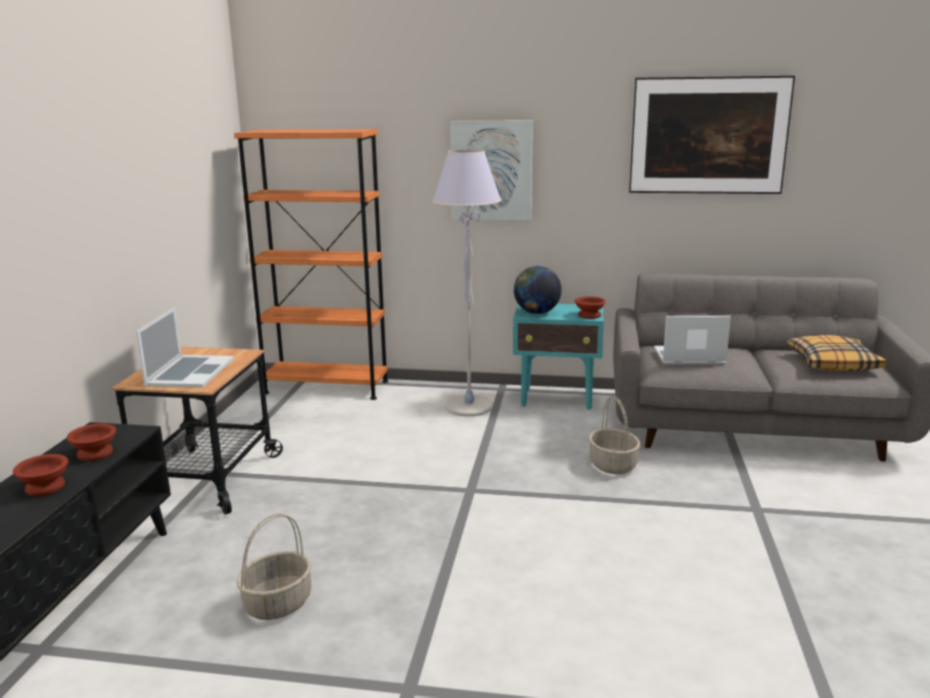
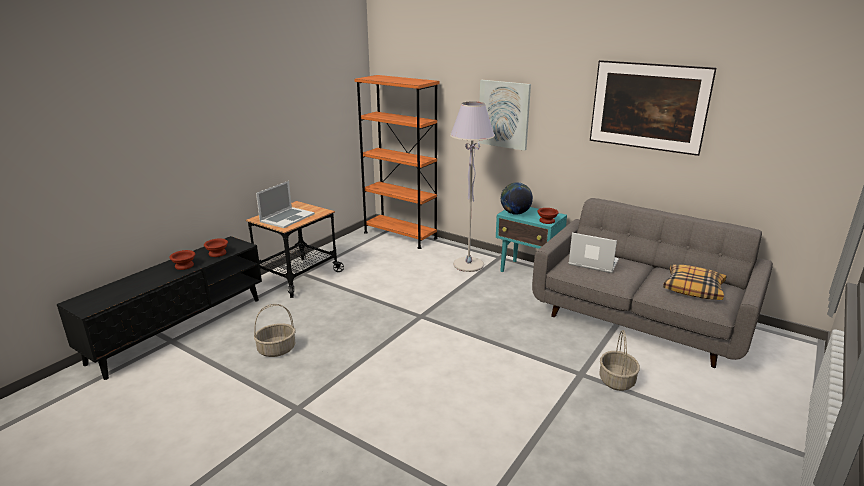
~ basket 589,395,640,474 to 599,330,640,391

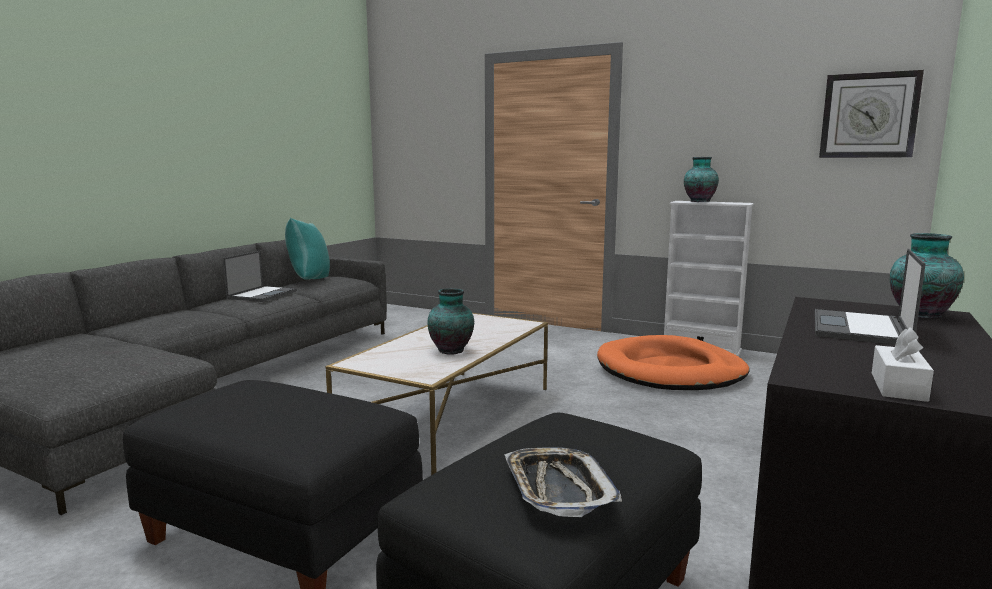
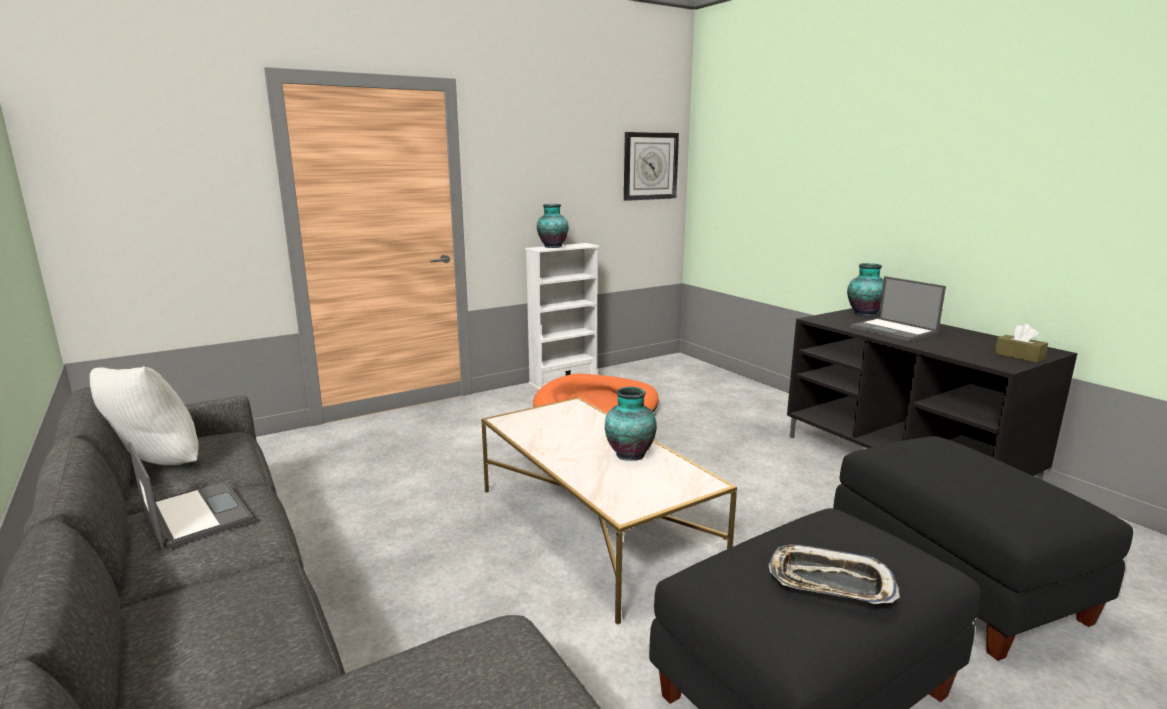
~ turquoise pillow 285,218,330,280 to white pillow 90,366,199,465
~ tray 505,447,622,517 to 768,544,900,604
~ white tissue box 872,327,934,402 to brown tissue box 994,324,1048,363

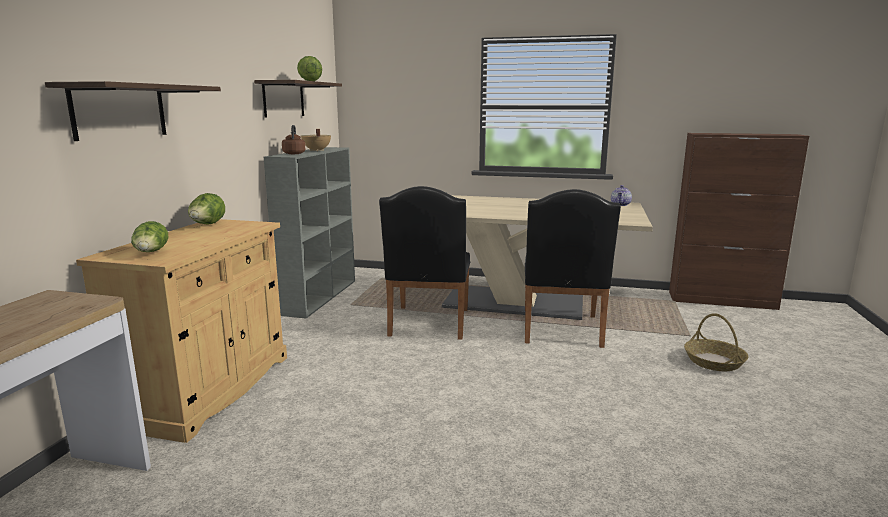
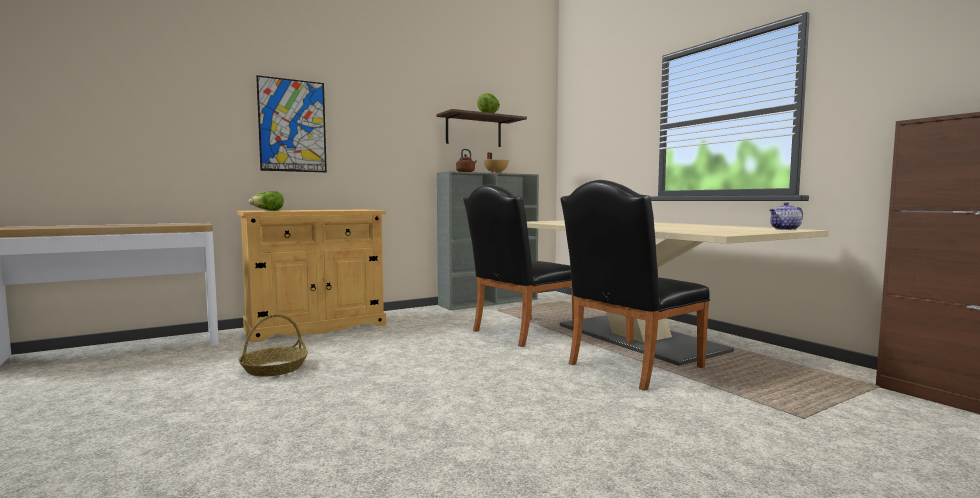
~ shelf 45,81,221,141 to picture 256,75,327,172
- lettuce 188,193,225,225
~ basket 684,313,748,371 to 238,314,308,377

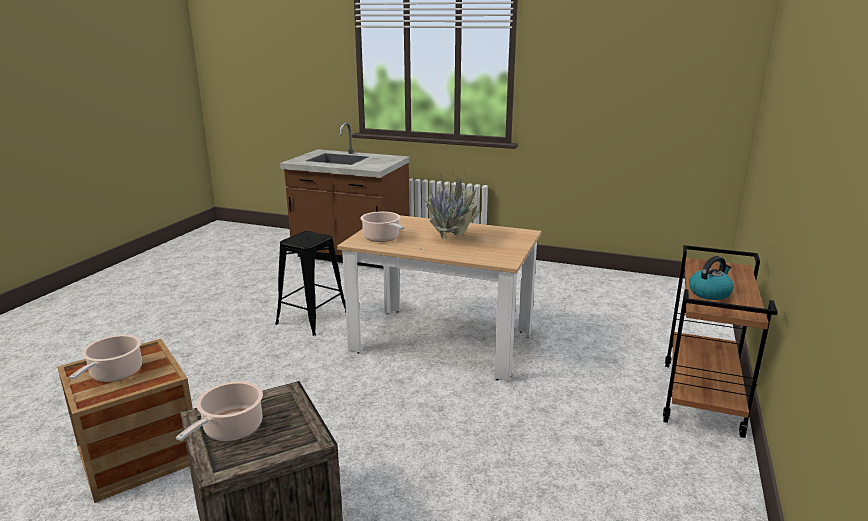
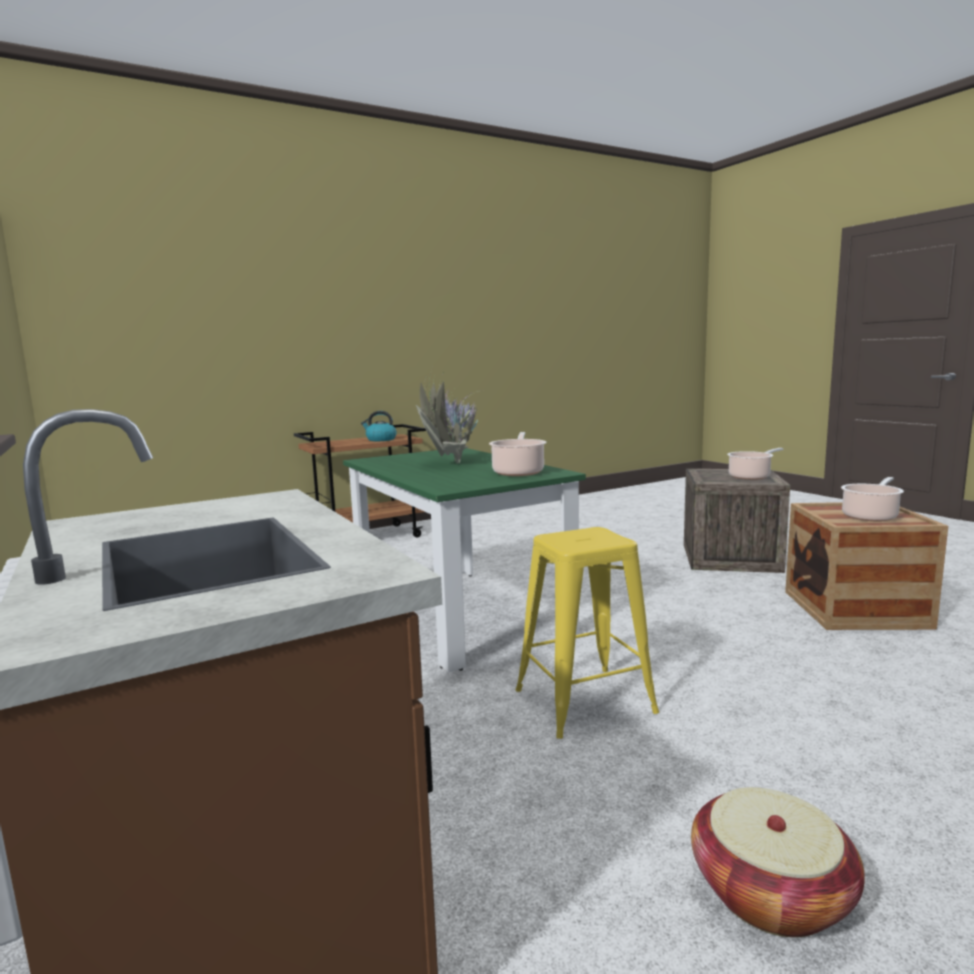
~ black stool 275,231,346,336 to yellow stool 515,527,659,739
~ beige dining table 337,215,542,381 to green dining table 343,448,586,672
+ basket 691,787,865,937

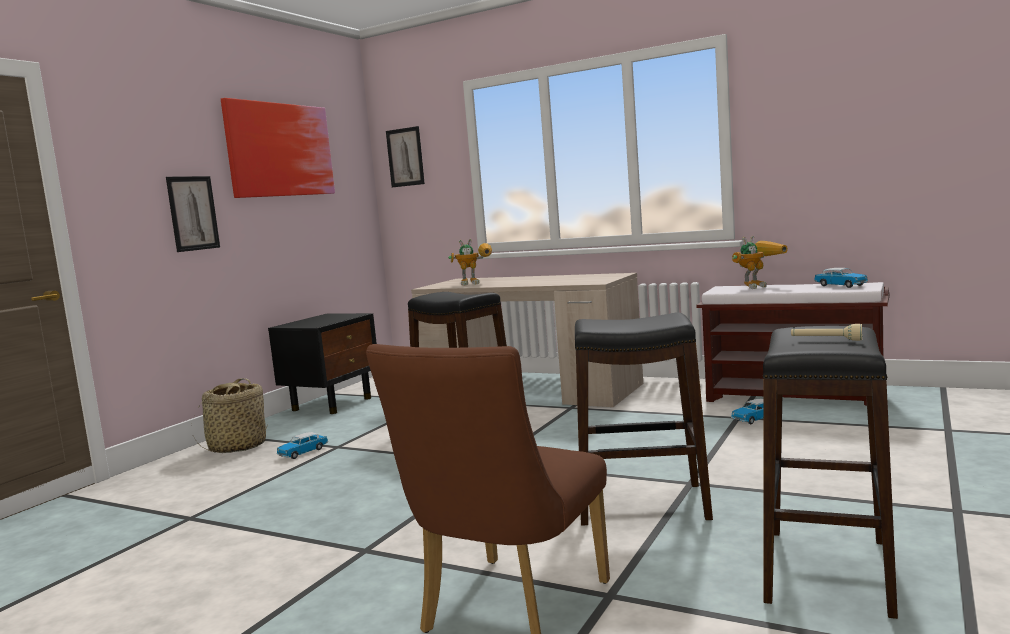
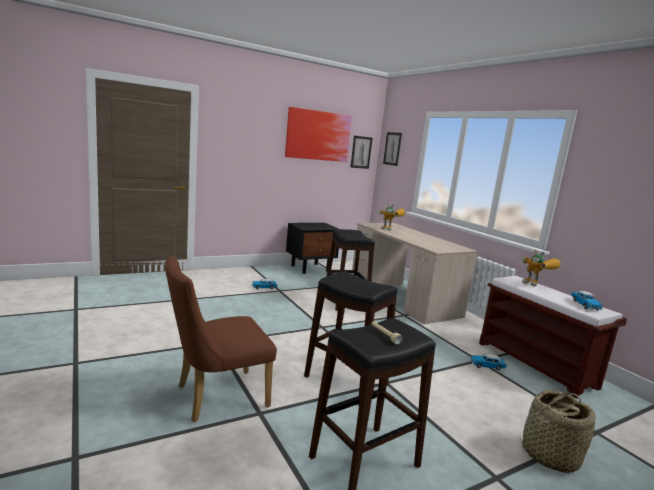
~ picture 166,176,220,252 to 351,136,373,169
~ basket 193,378,268,453 to 521,390,596,473
~ toy robot 732,236,788,289 = 522,250,561,286 45 degrees clockwise

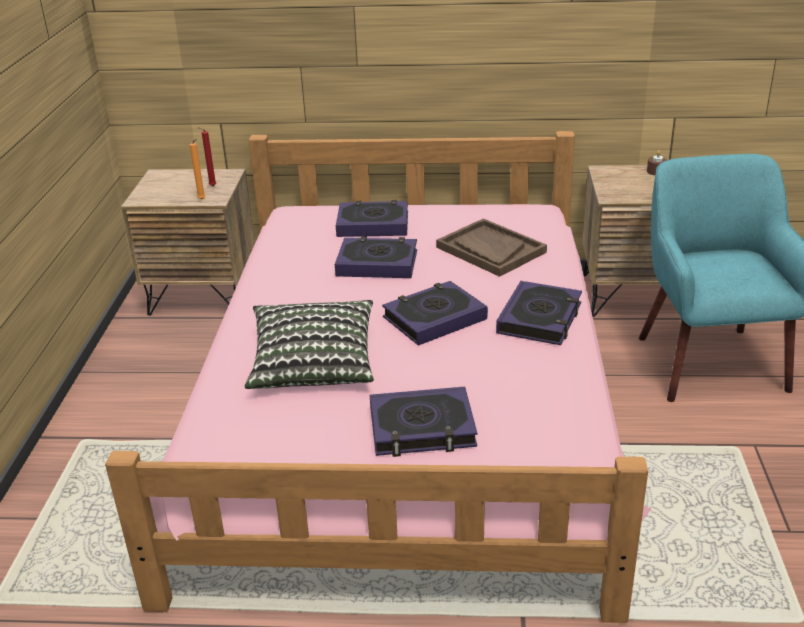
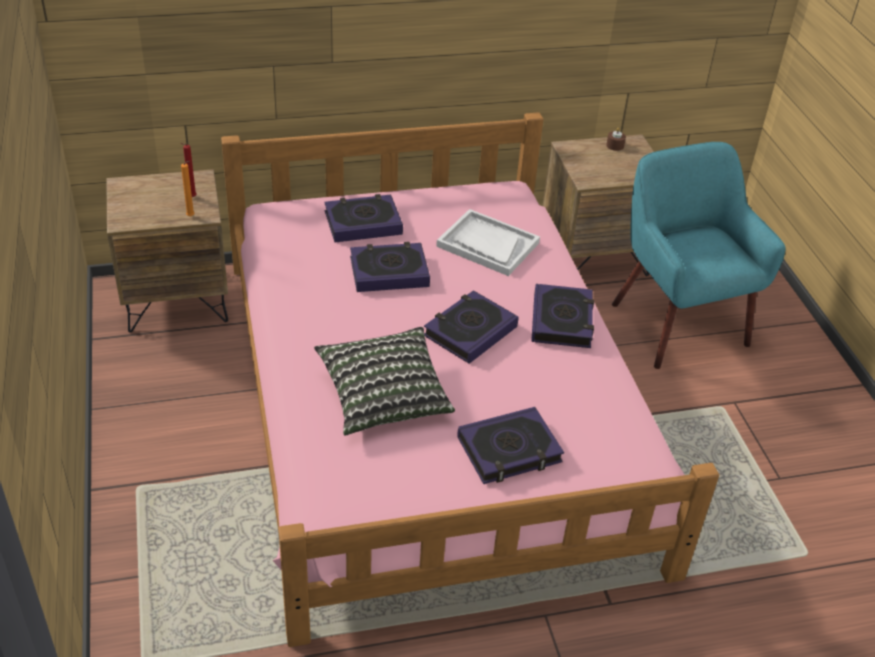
~ brown tray 436,219,547,277 to white tray 436,209,540,276

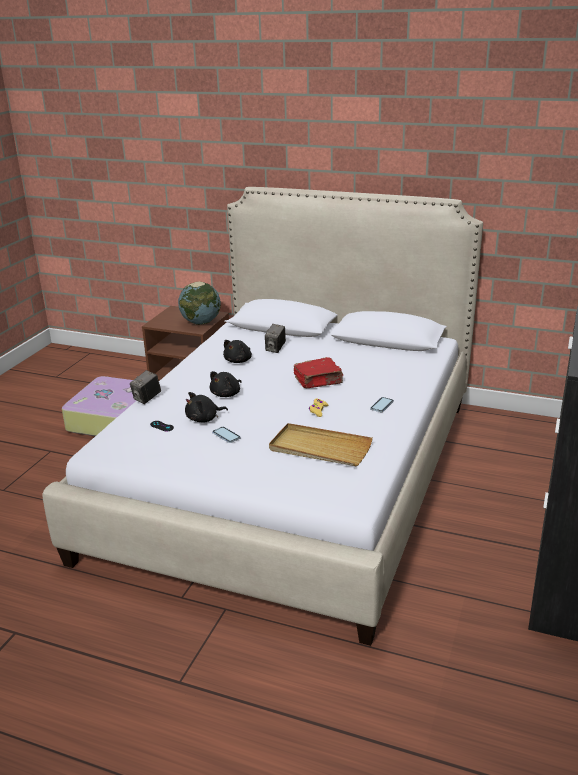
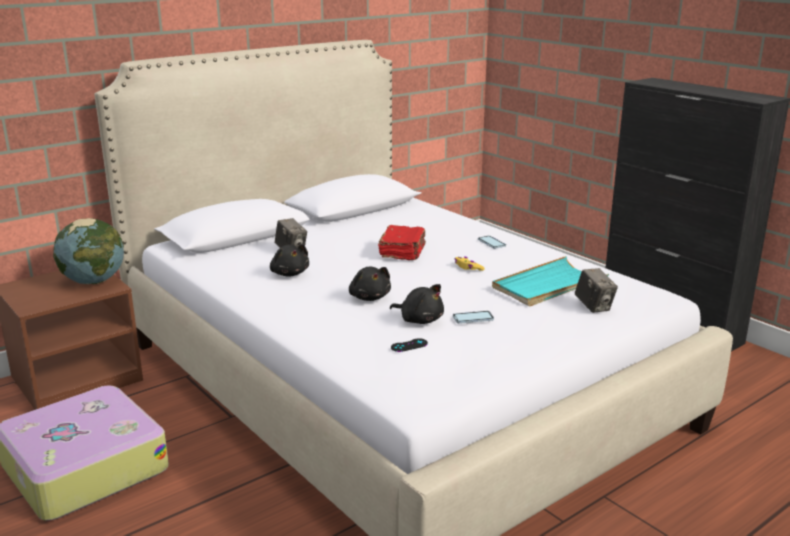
~ photo camera 130,370,161,404 to 574,268,618,313
~ black plush toy 185,392,228,422 = 390,284,444,324 60 degrees counterclockwise
~ beige tray 269,423,373,466 to turquoise tray 492,256,609,306

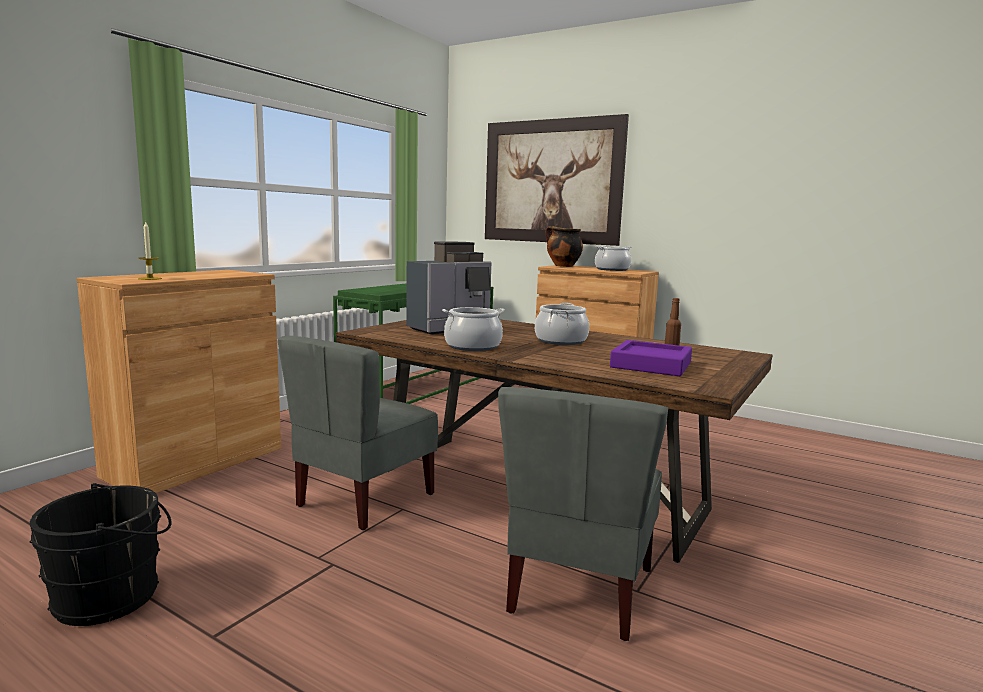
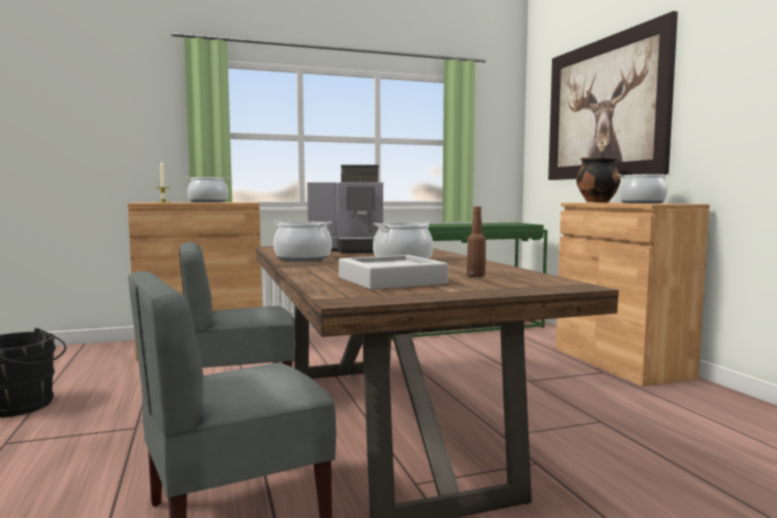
~ purple tray 610,340,692,376 to grey tray 339,255,448,290
+ cooking pot 185,177,230,202

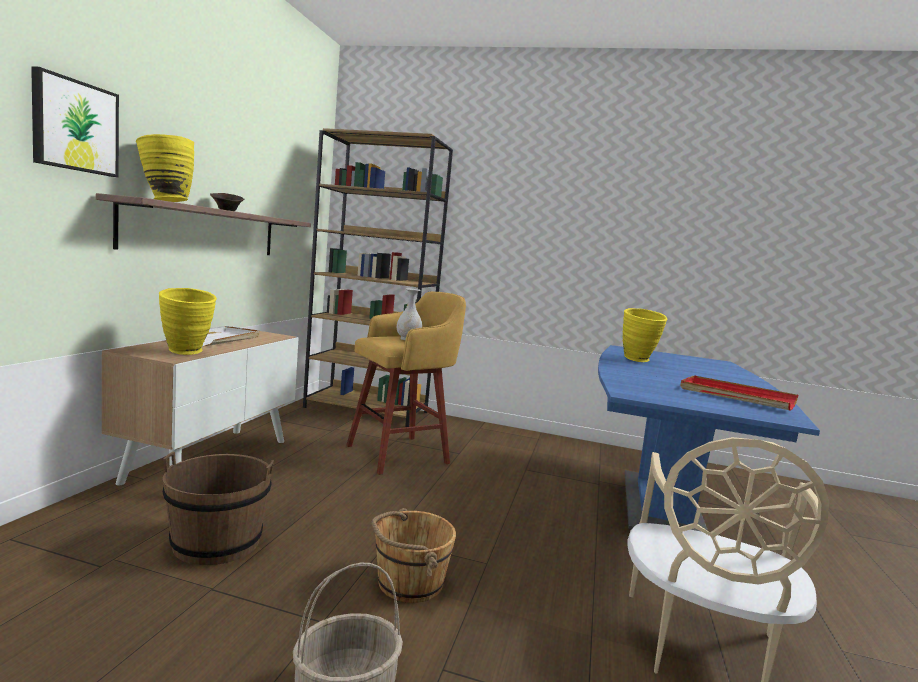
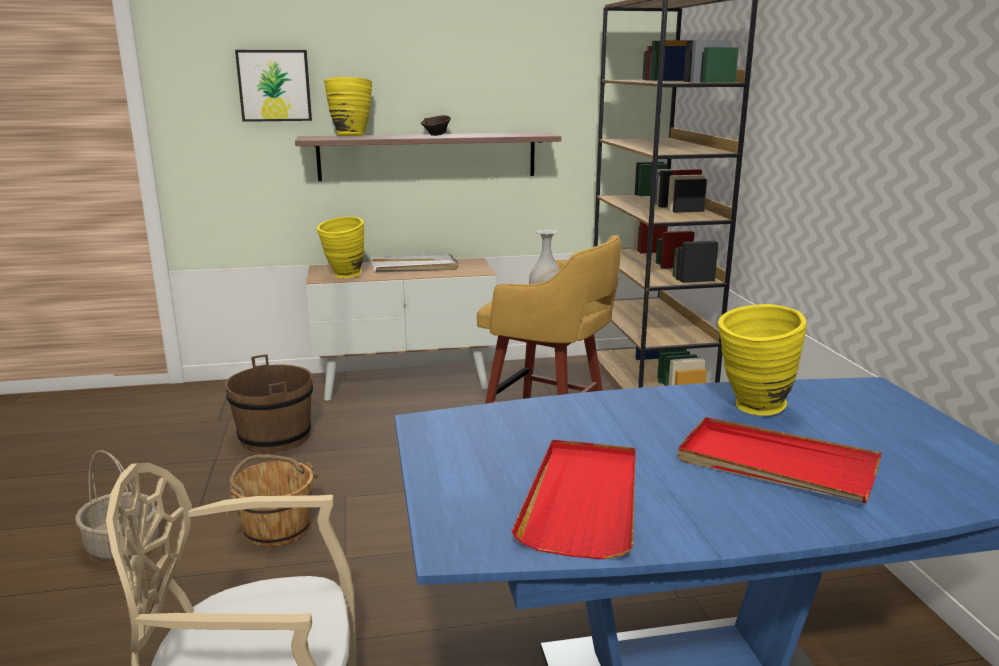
+ red tray 678,417,882,503

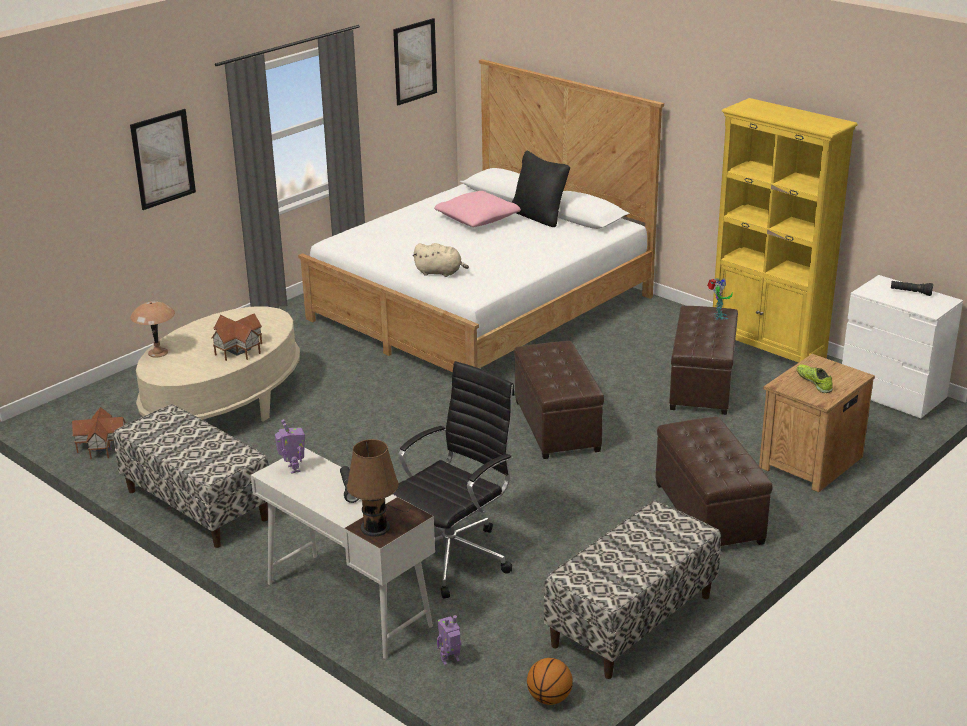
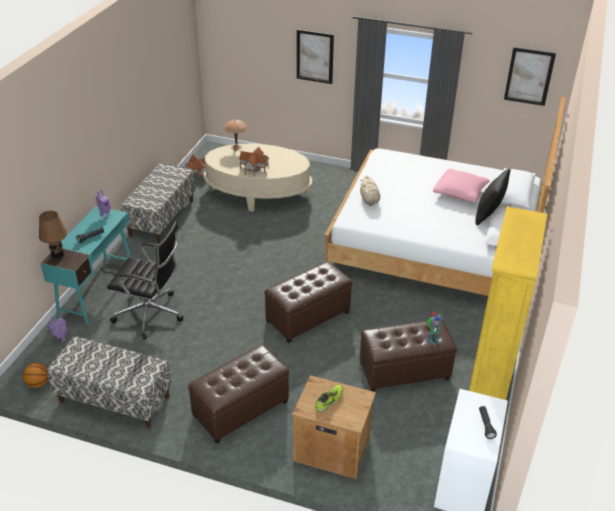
~ white desk 251,447,435,659 to turquoise desk 40,206,131,325

